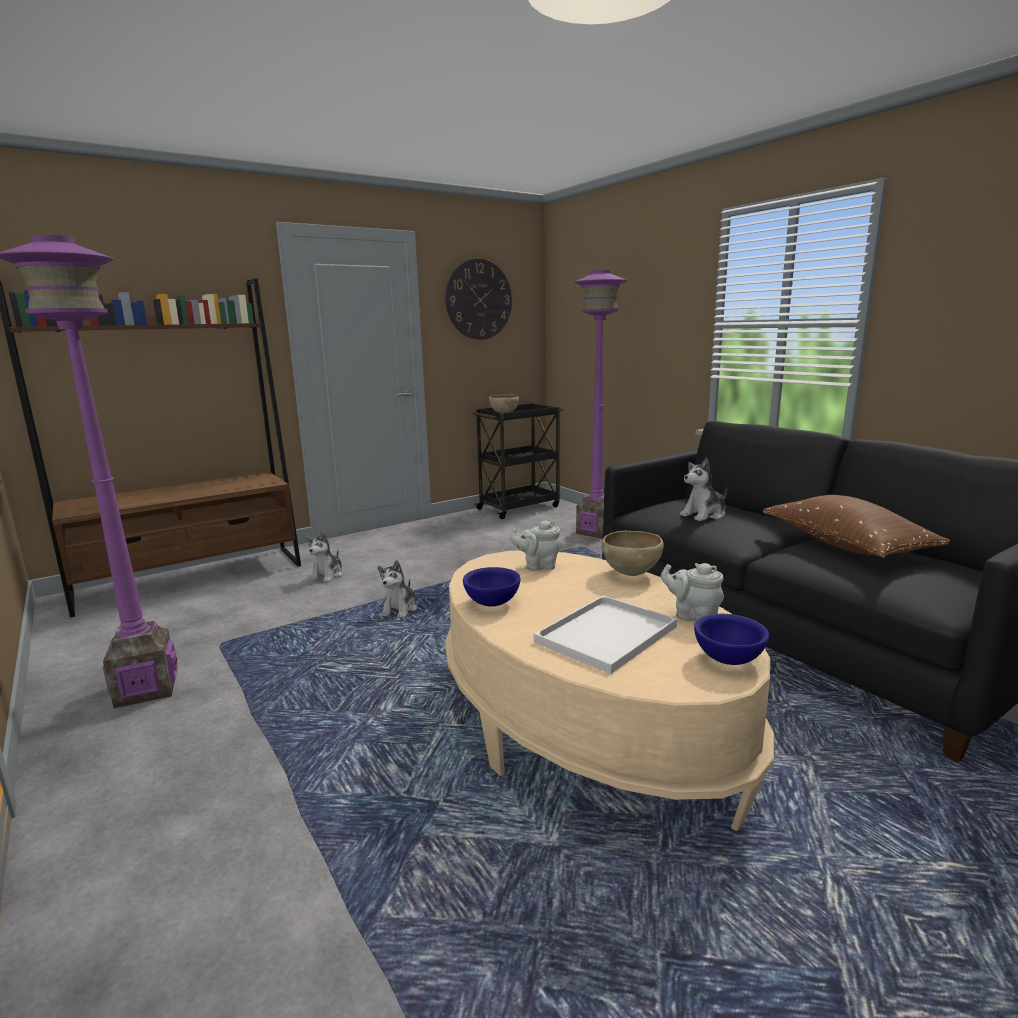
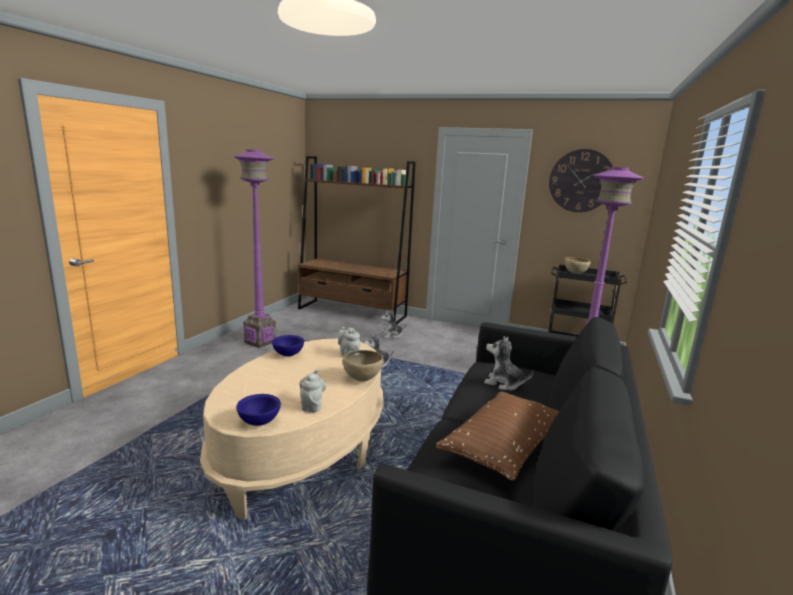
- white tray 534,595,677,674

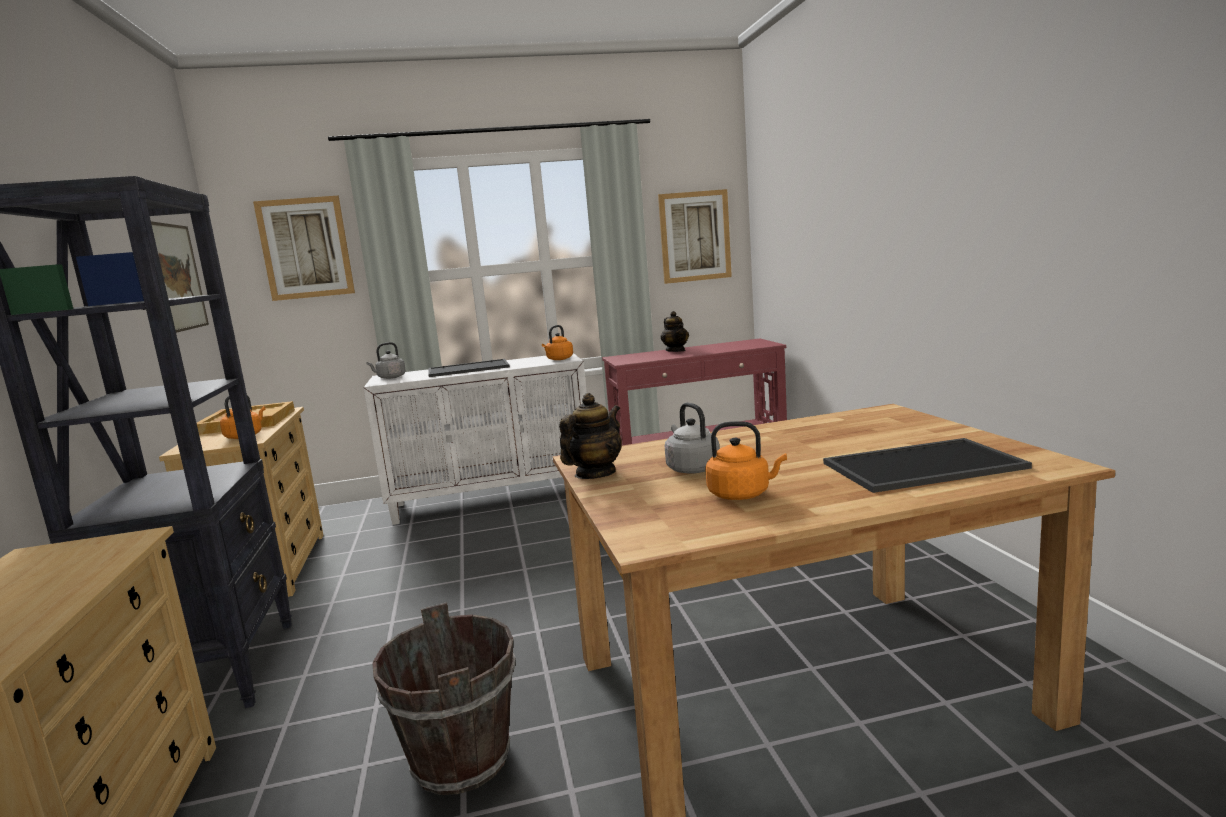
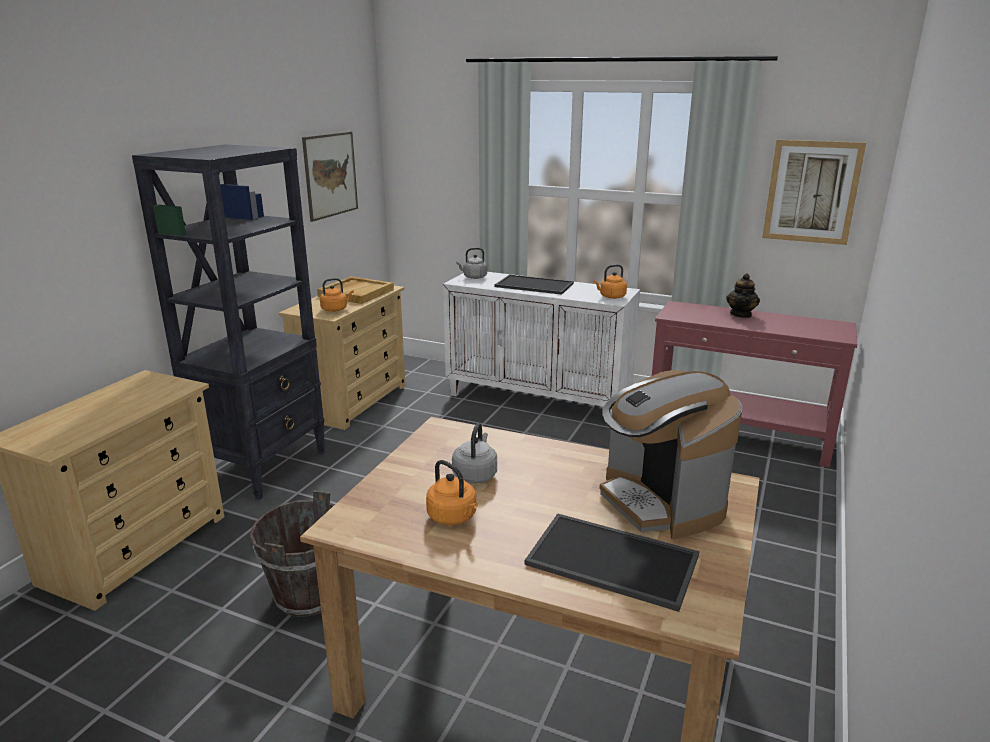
- picture 253,196,355,301
- teapot 559,393,622,479
+ coffee machine 599,370,742,539

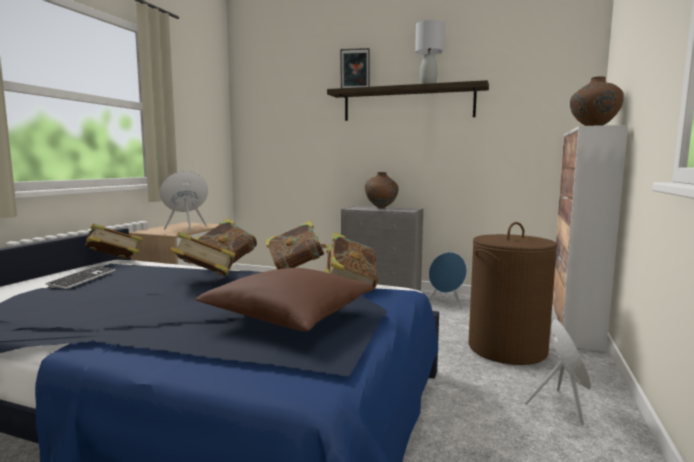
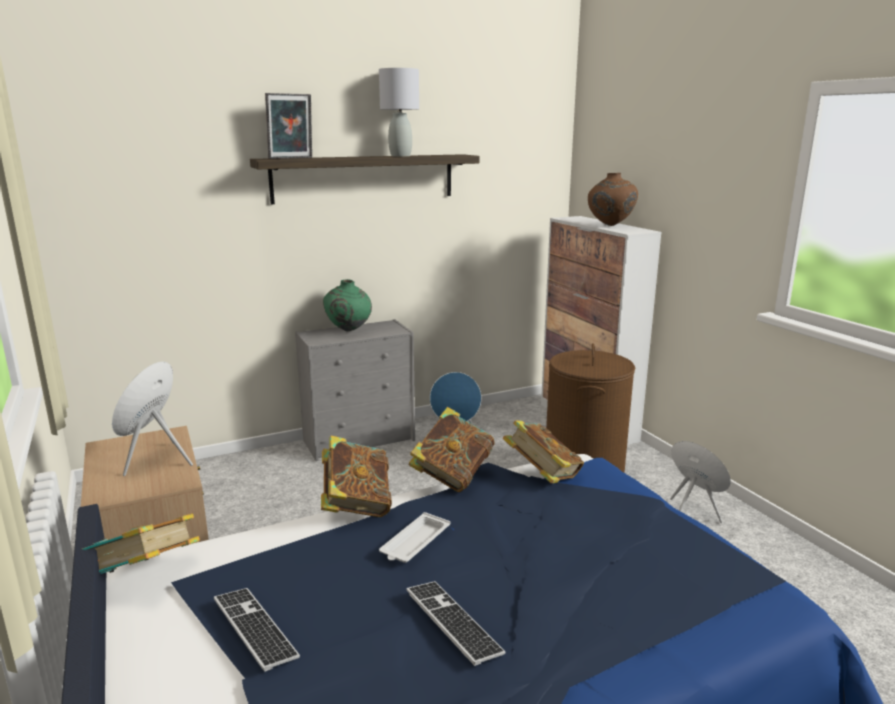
~ book 170,232,235,276 to white tray 379,512,450,563
- brown pillow 195,268,373,332
~ brown vase 365,172,399,208 to green vase 323,279,372,331
+ keyboard 406,581,505,666

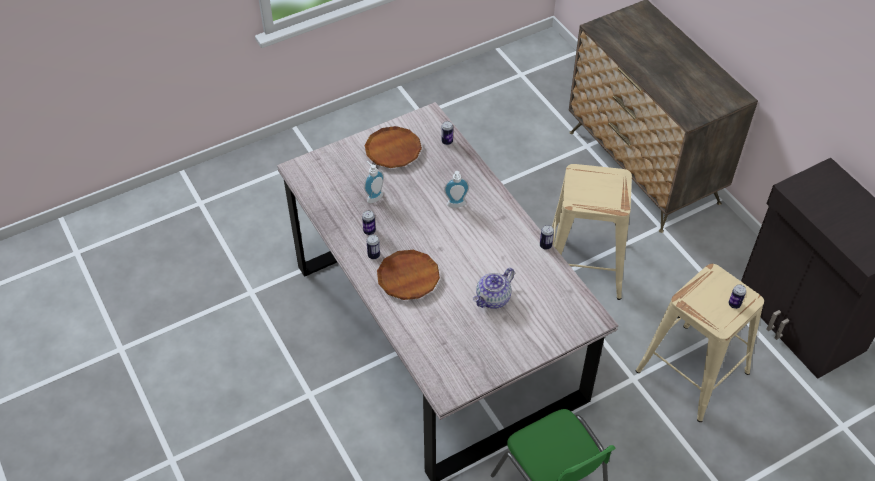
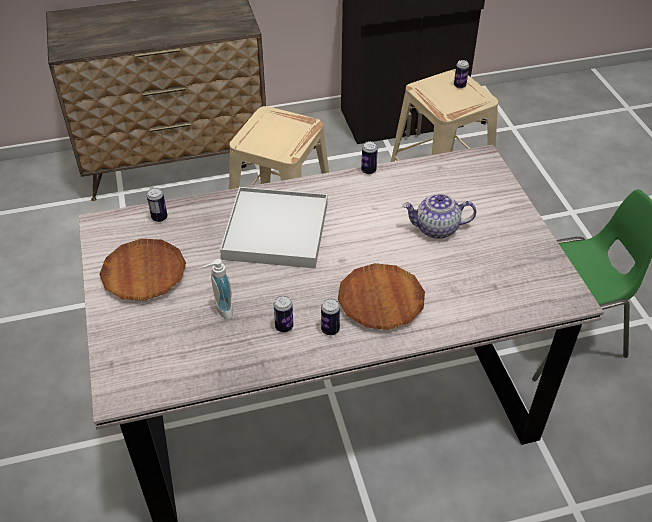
~ soap dispenser 444,171,469,208 to white tray 220,187,327,268
~ teapot 473,268,515,309 = 403,193,477,239 120 degrees clockwise

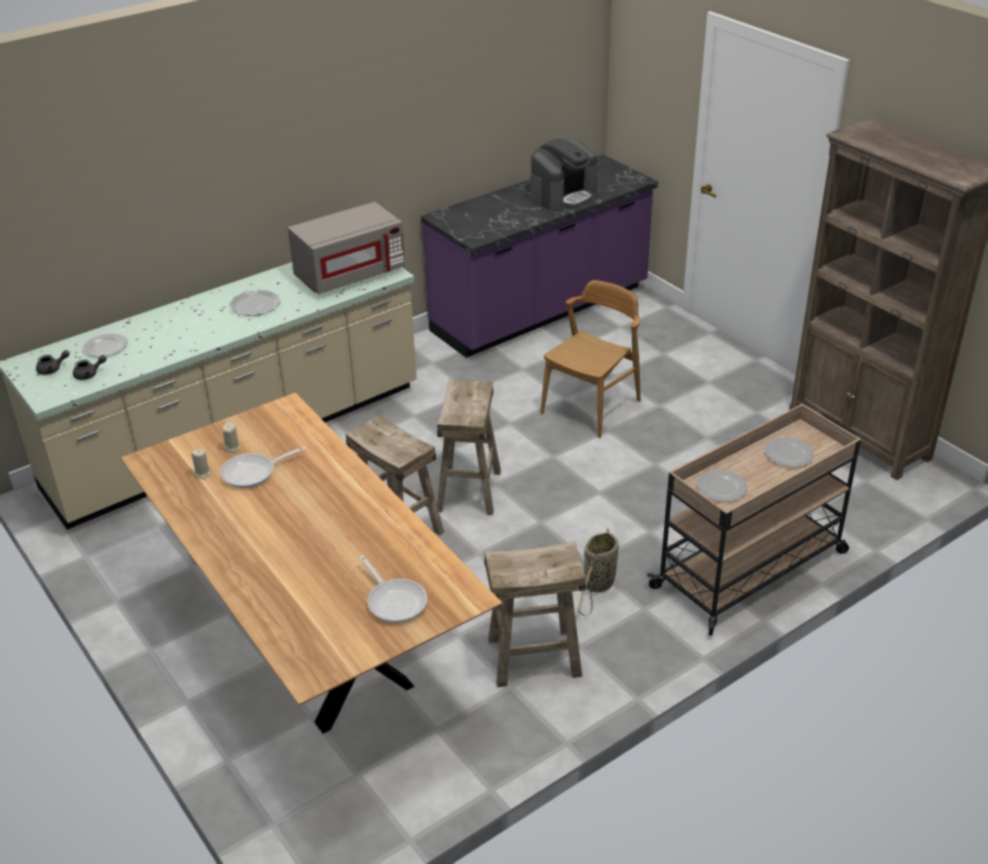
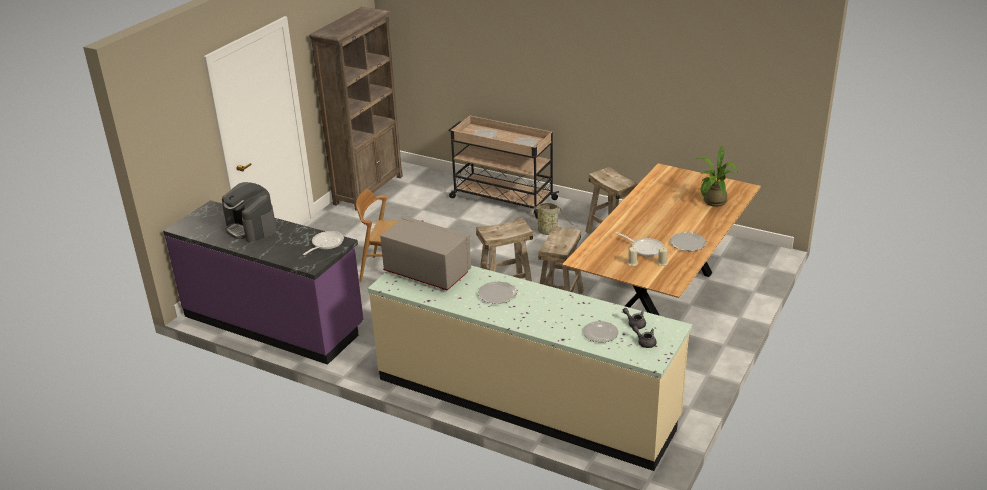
~ frying pan 359,555,428,623 to 303,231,344,255
~ coffee machine 530,138,598,212 = 222,182,277,242 150 degrees counterclockwise
+ plate 670,232,706,251
+ potted plant 696,146,738,207

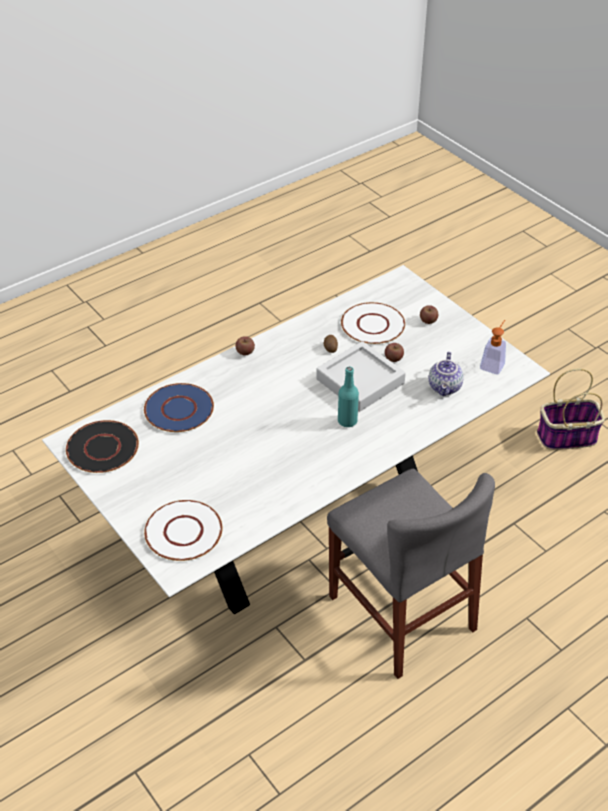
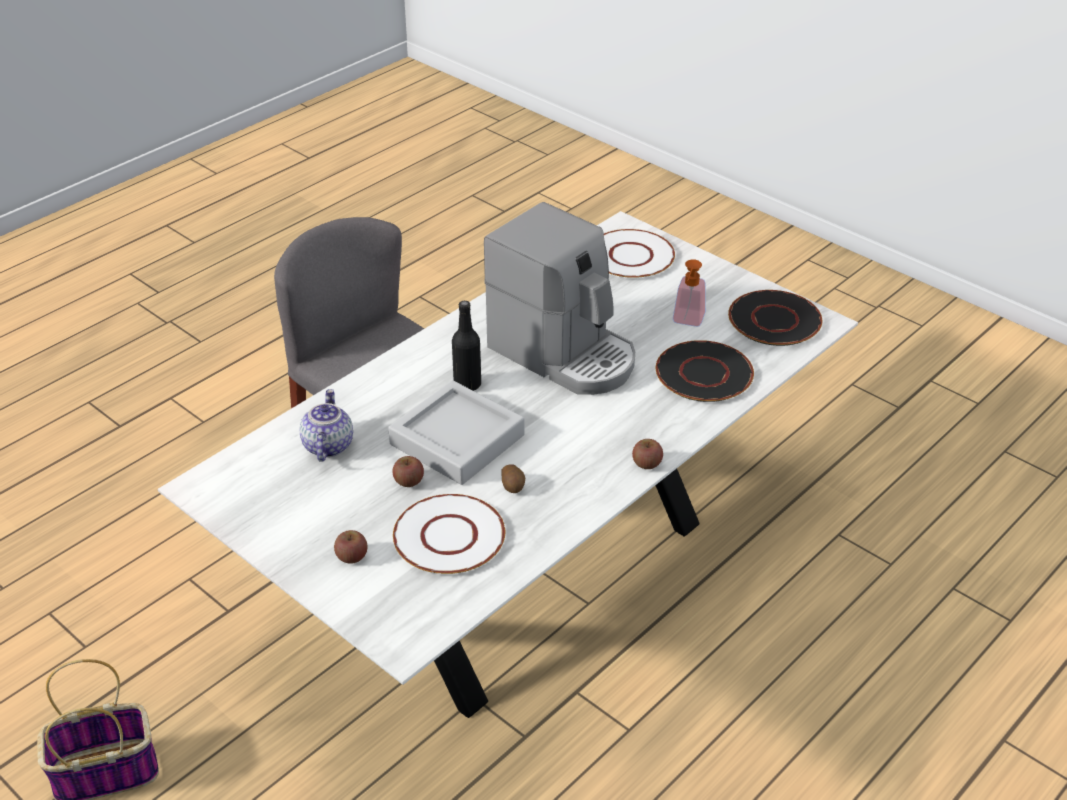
~ blue plate 144,383,214,432 to black plate 656,340,754,402
~ turquoise bottle 338,367,359,427 to black bottle 452,301,481,391
~ soap dispenser 480,320,506,374 to 673,259,706,327
+ coffee machine 484,202,635,395

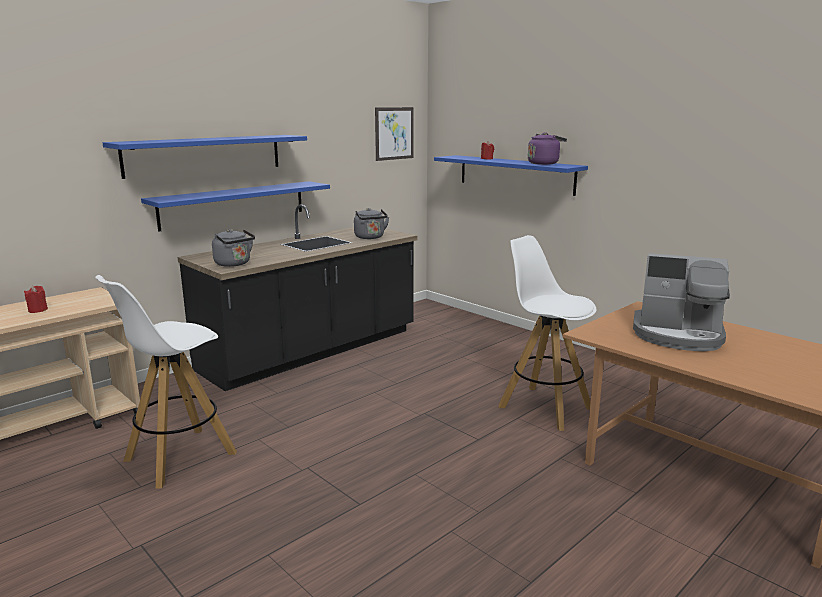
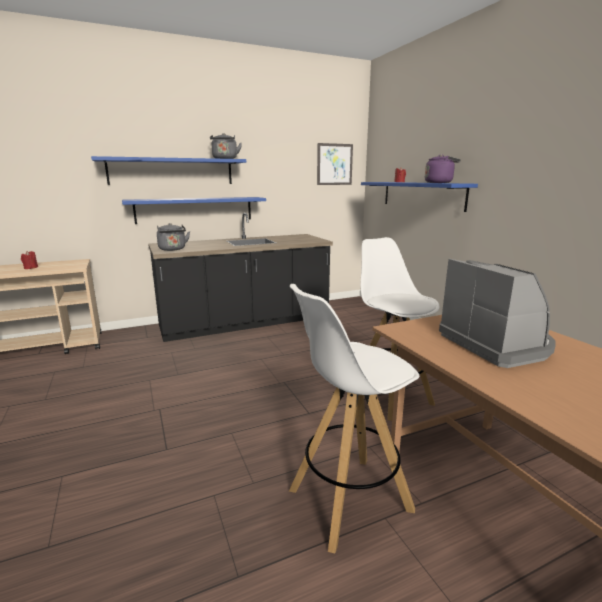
~ white stool 95,275,237,489 to 289,284,419,553
~ grey kettle 354,208,389,239 to 210,133,242,159
~ coffee machine 633,253,730,351 = 439,258,556,368 150 degrees counterclockwise

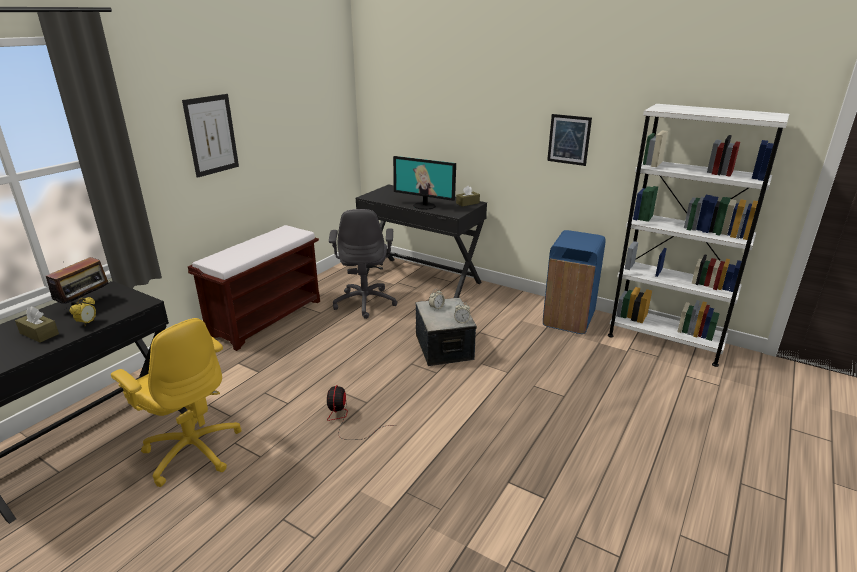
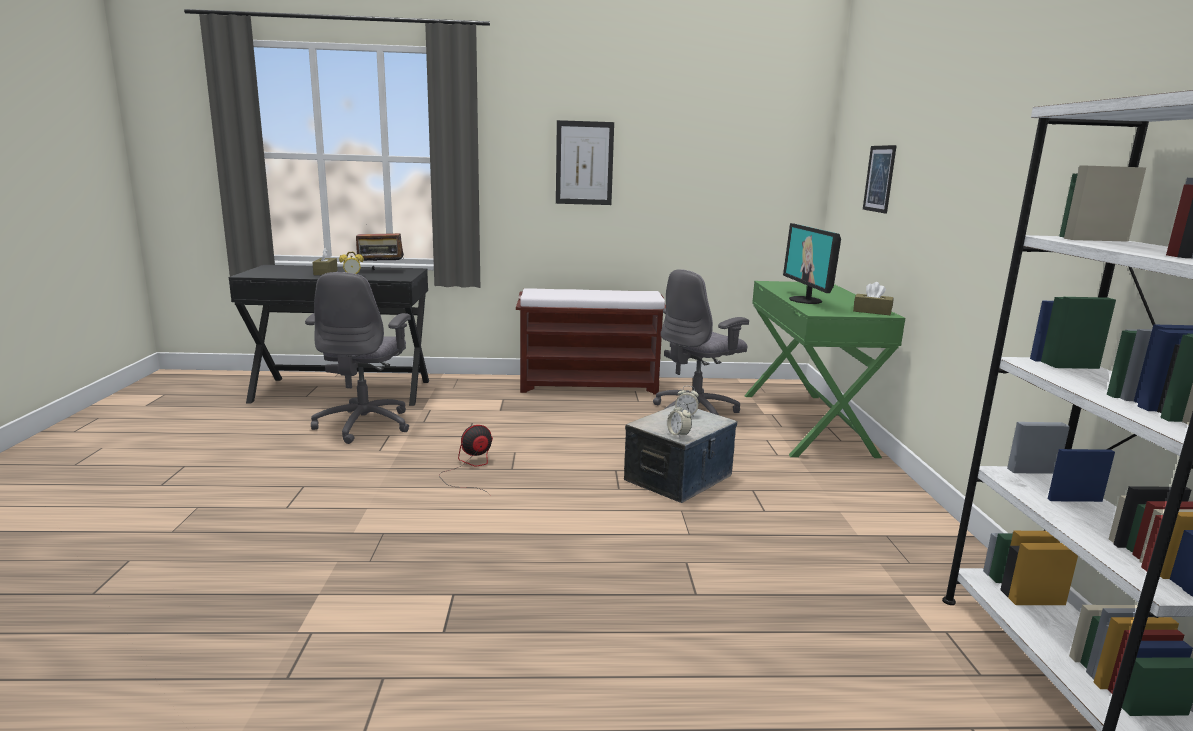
~ yellow office chair 111,318,241,487 to grey office chair 305,272,411,444
~ black desk 356,184,487,298 to green desk 744,281,905,458
- blue trash can 543,230,606,334
~ picture 547,114,592,166 to 863,145,897,214

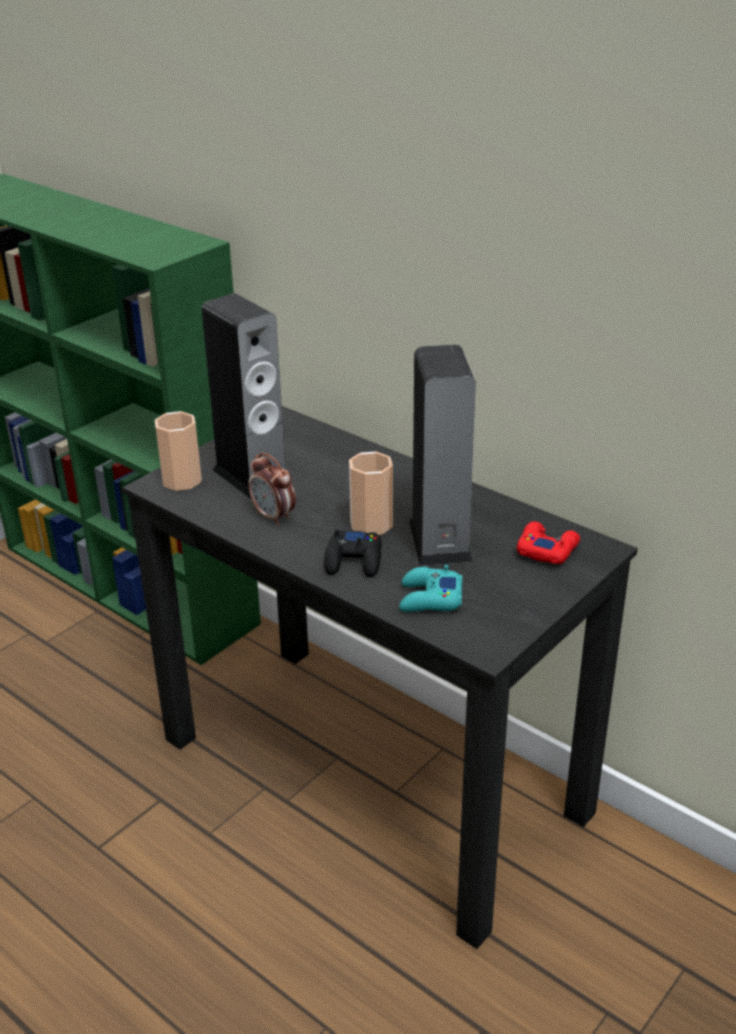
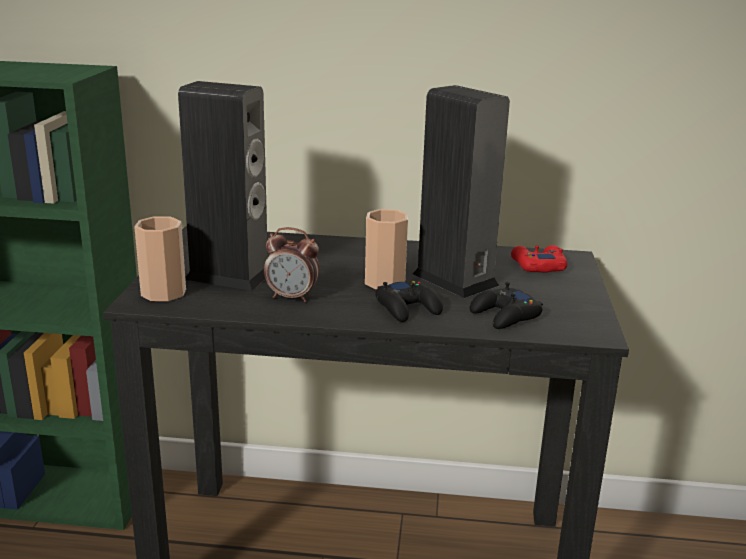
~ turquoise game controller 399,565,462,612 to black game controller 470,282,543,329

